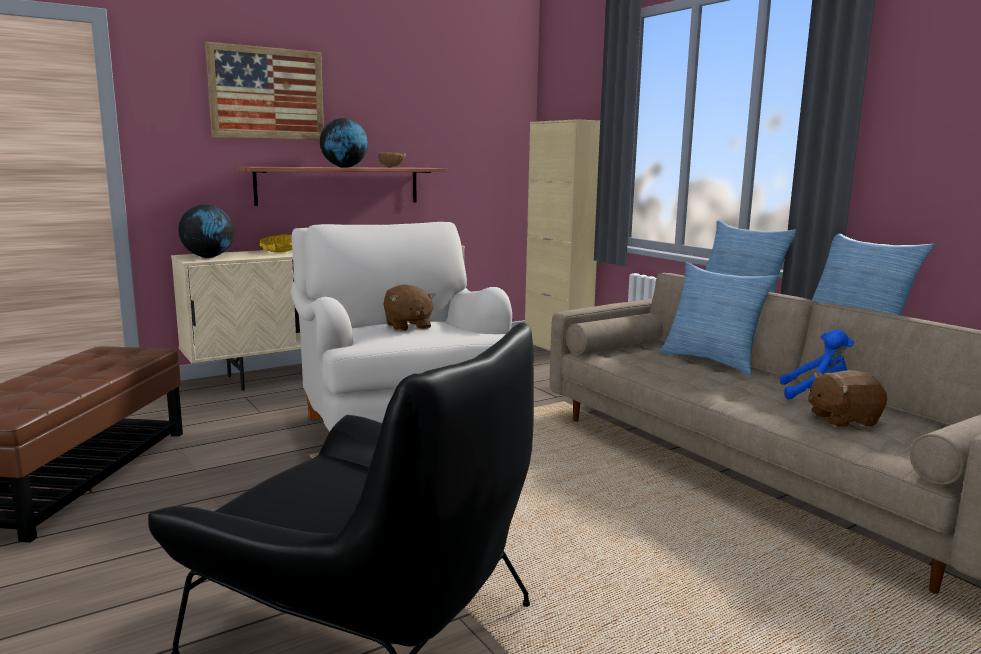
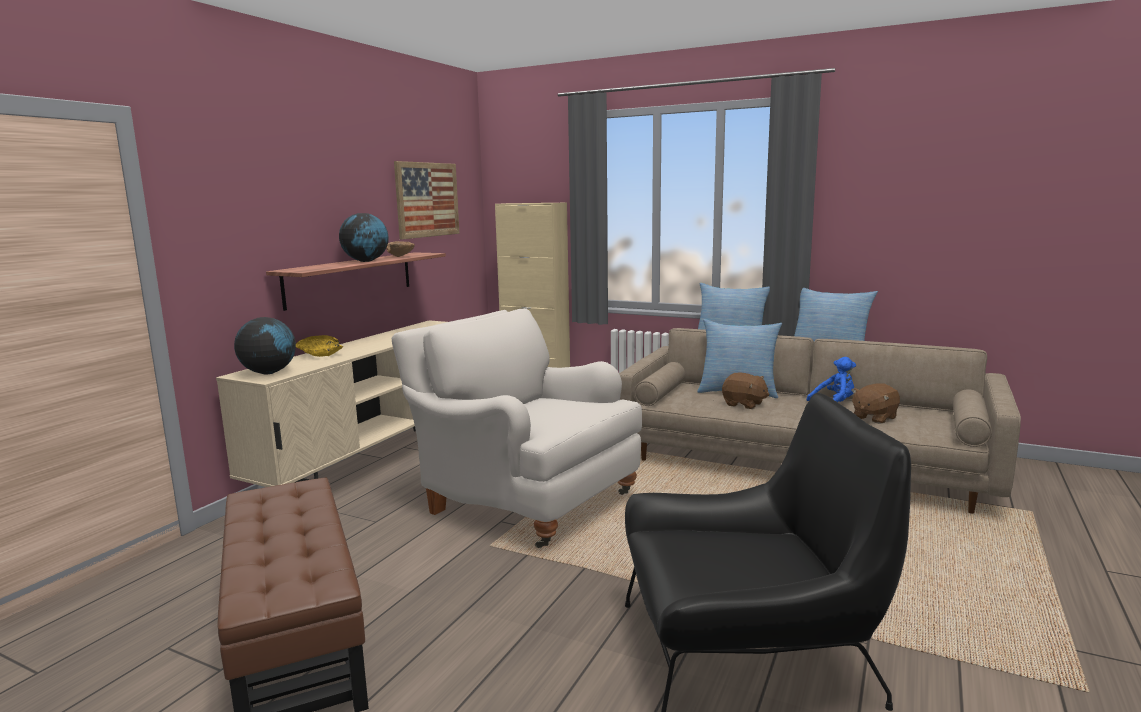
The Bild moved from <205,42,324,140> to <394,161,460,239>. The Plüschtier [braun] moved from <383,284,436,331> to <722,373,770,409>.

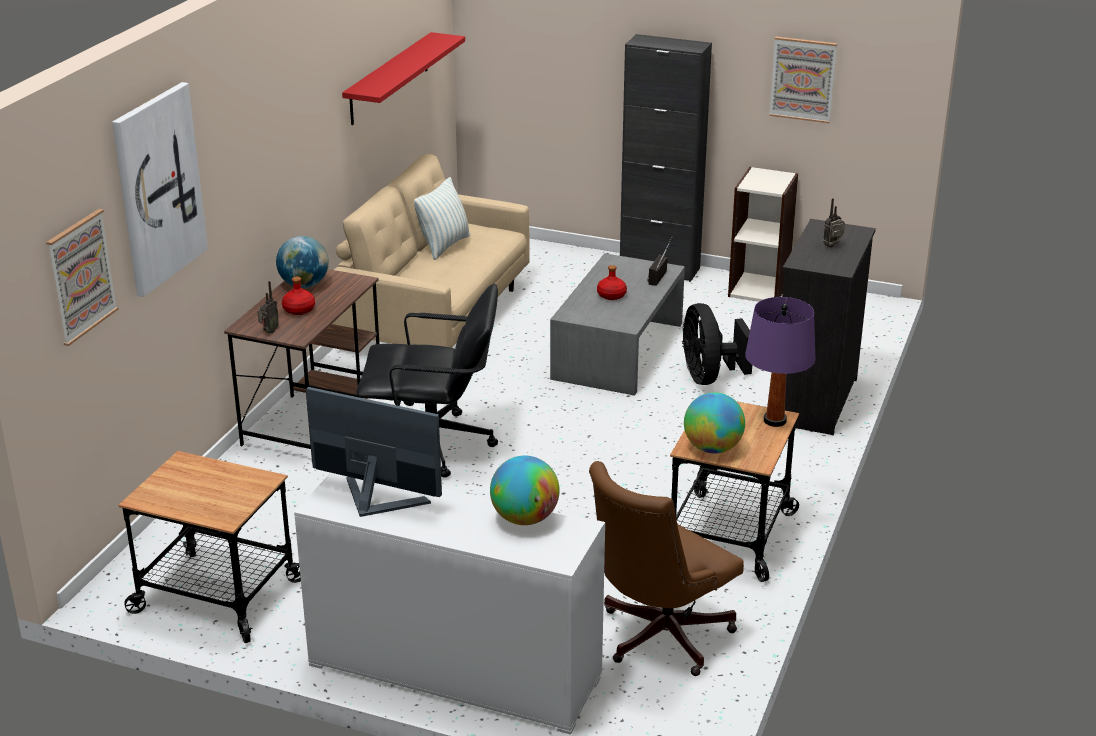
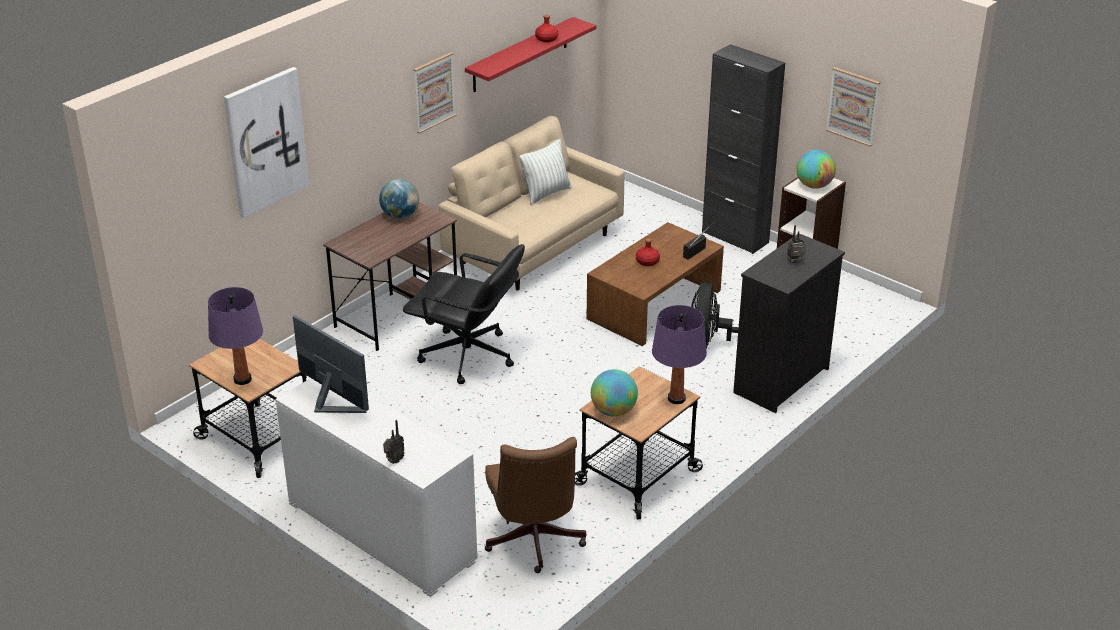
The Tischlampe [lila] at <208,287,263,385> appeared. The Bild moved from <46,209,118,346> to <413,52,456,134>. The Radio moved from <257,281,279,333> to <383,420,405,464>. The Flasche [rot] moved from <282,277,315,315> to <535,15,558,42>. The Globus moved from <490,456,560,525> to <796,150,836,189>. The Couchtisch [grau] at <550,253,685,396> became the Couchtisch [braun] at <587,222,724,346>. The Bürostuhl [braun] at <589,461,744,676> turned 75 degrees counterclockwise.

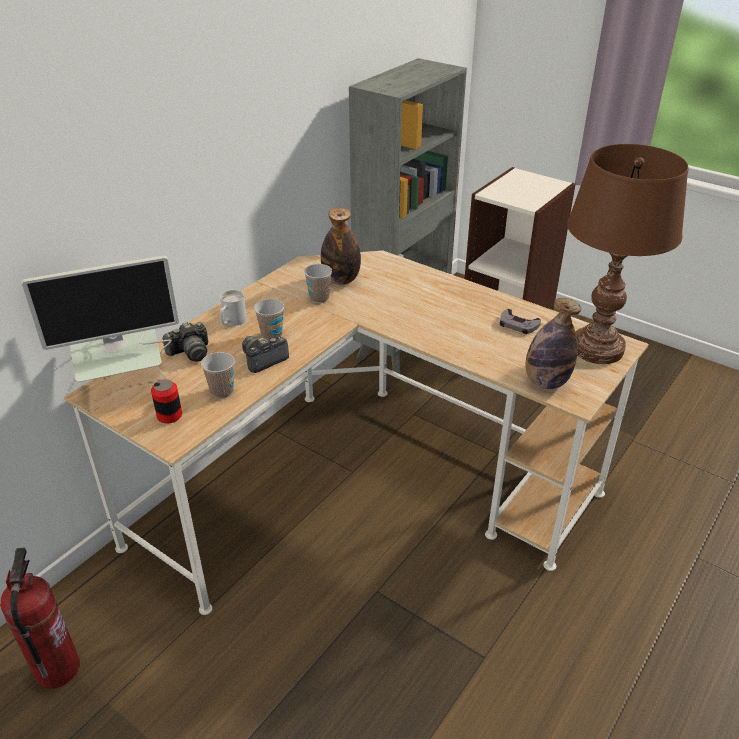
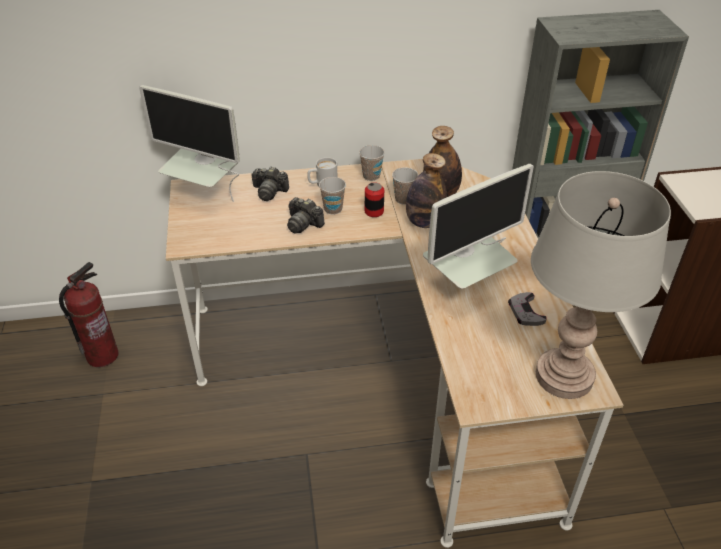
The Monitor at <423,164,534,289> appeared. The Dose moved from <151,379,182,424> to <365,183,384,217>. The Tasse moved from <201,352,235,399> to <359,145,385,181>. The Flasche moved from <525,298,581,389> to <406,153,447,228>. The Tischlampe [braun] at <567,144,689,364> became the Tischlampe [grau] at <531,171,671,399>. The Kamera at <242,336,289,373> turned 150 degrees counterclockwise.

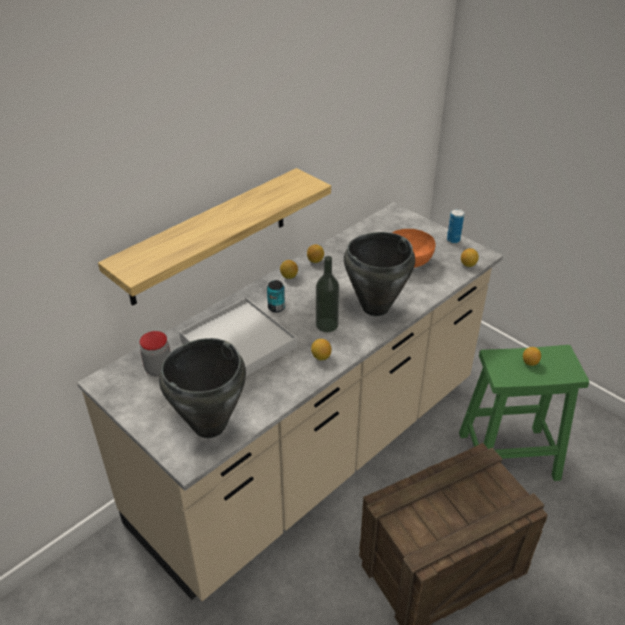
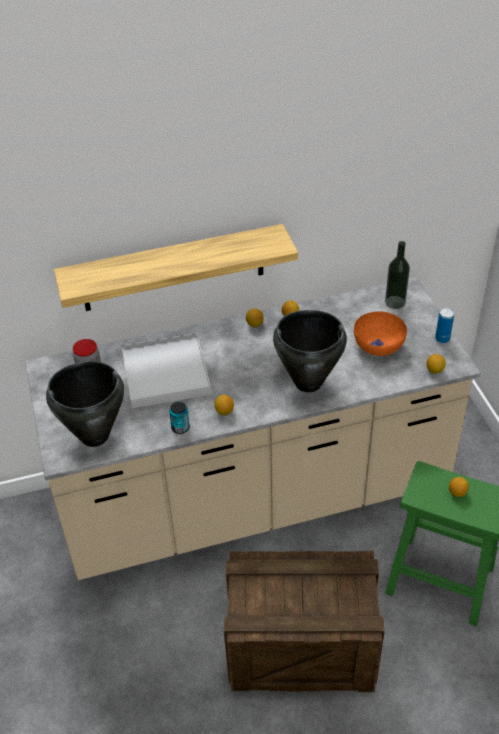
The Dose moved from <267,280,285,313> to <169,402,190,434>. The Flasche moved from <316,256,339,332> to <385,241,410,309>.

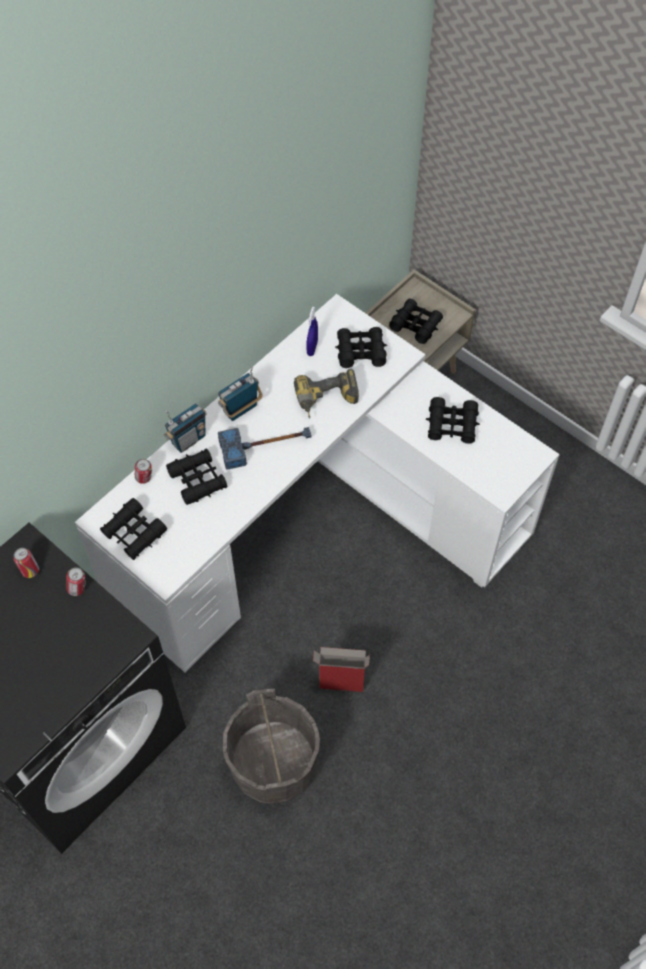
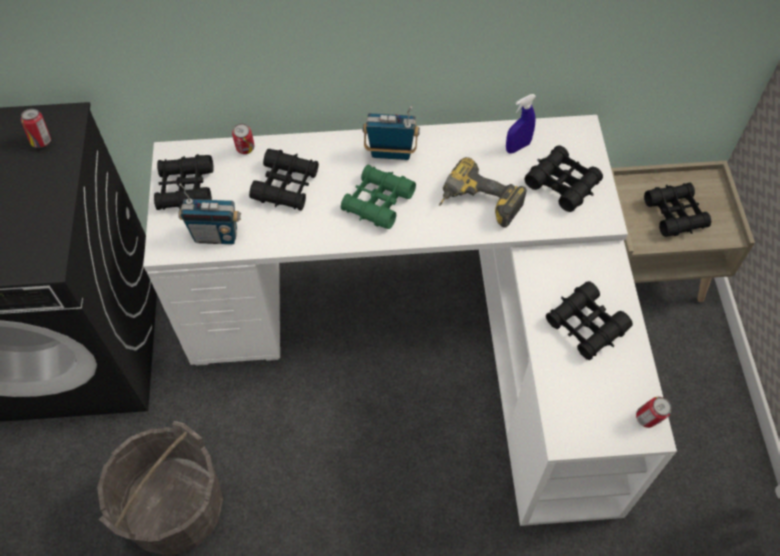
The Karton at <313,647,370,692> disappeared. The Dose moved from <66,567,86,596> to <636,397,671,428>. The Radio moved from <164,403,207,453> to <178,183,241,244>. The Hammer at <218,427,311,470> was replaced by the Fernglas [grün] at <341,165,416,229>.

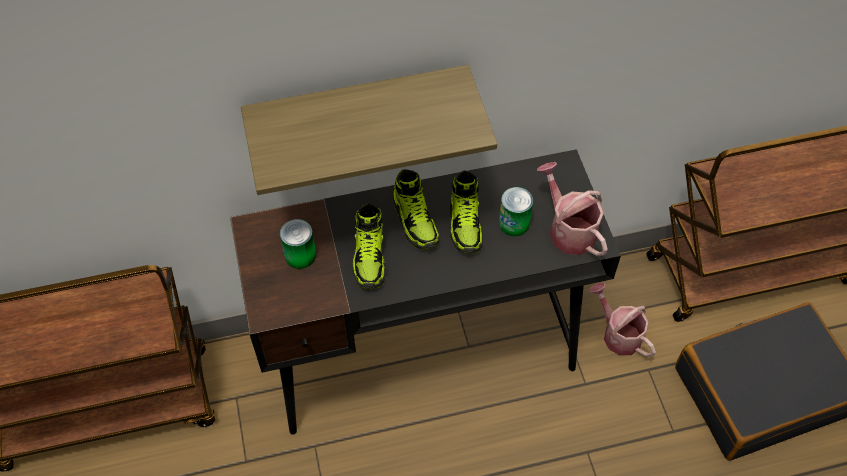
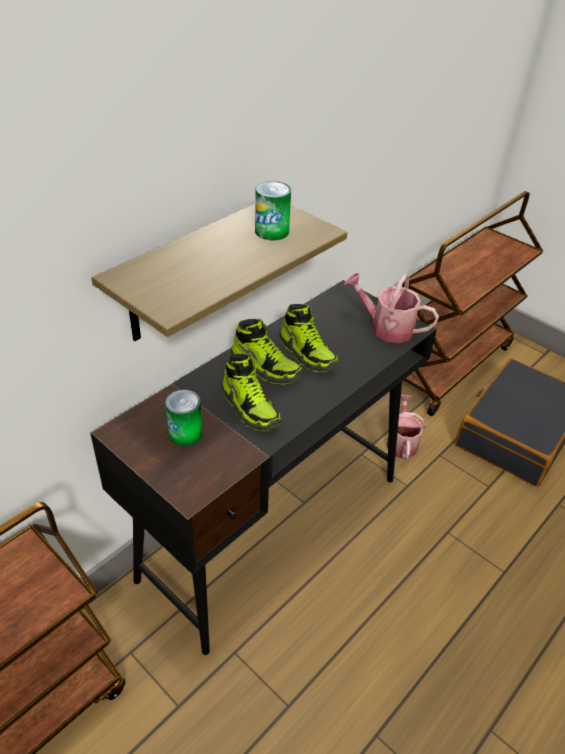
The Dose moved from <499,187,533,236> to <255,181,291,240>. The Gießkanne at <589,283,656,357> turned 75 degrees clockwise.

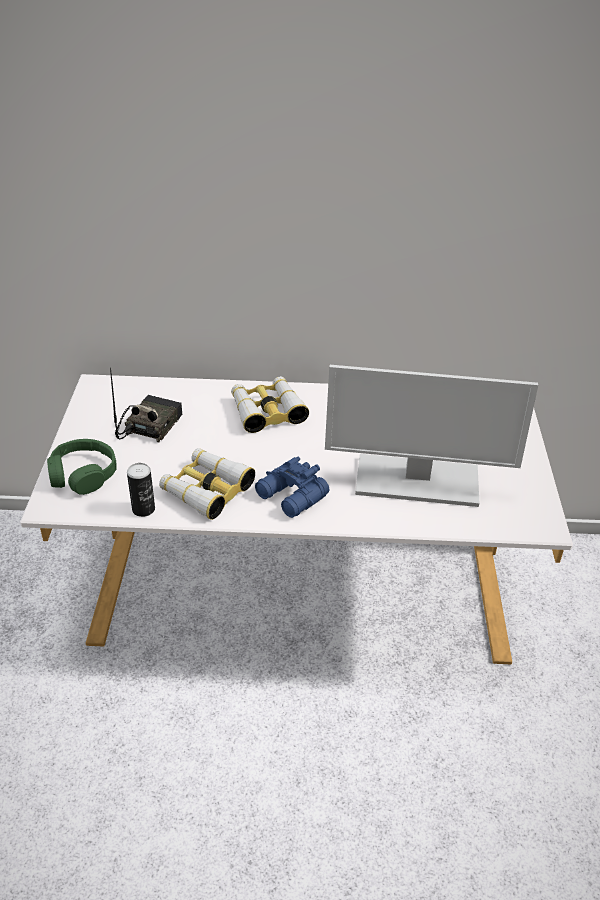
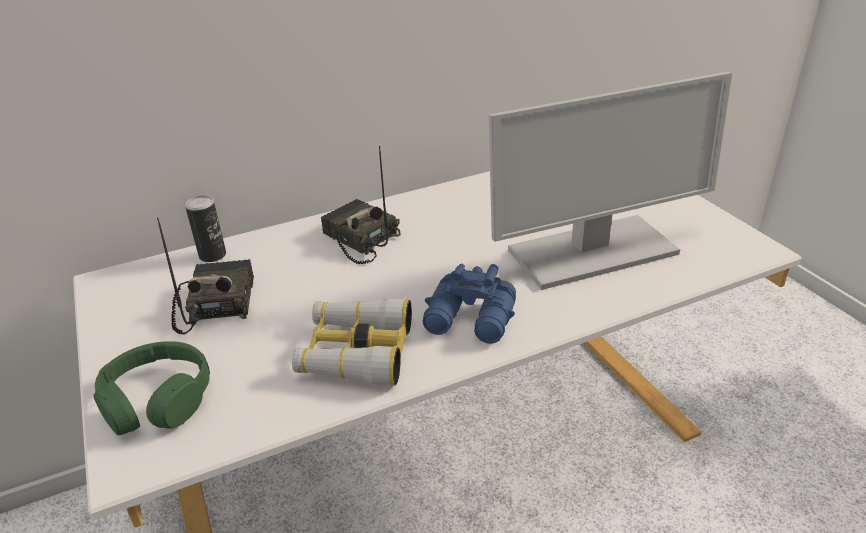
The Dose moved from <127,463,155,517> to <185,196,226,262>. The Fernglas at <231,376,309,433> was replaced by the Radio at <321,146,401,264>.

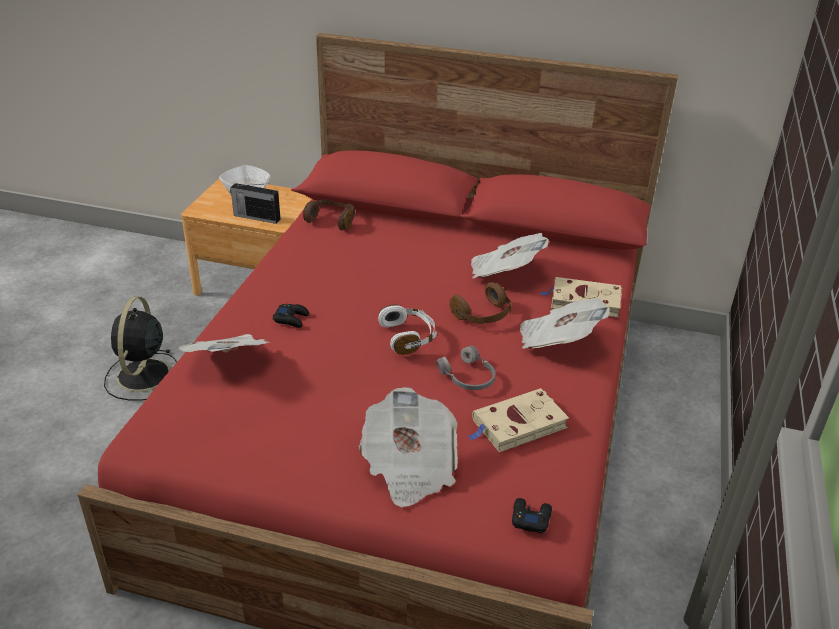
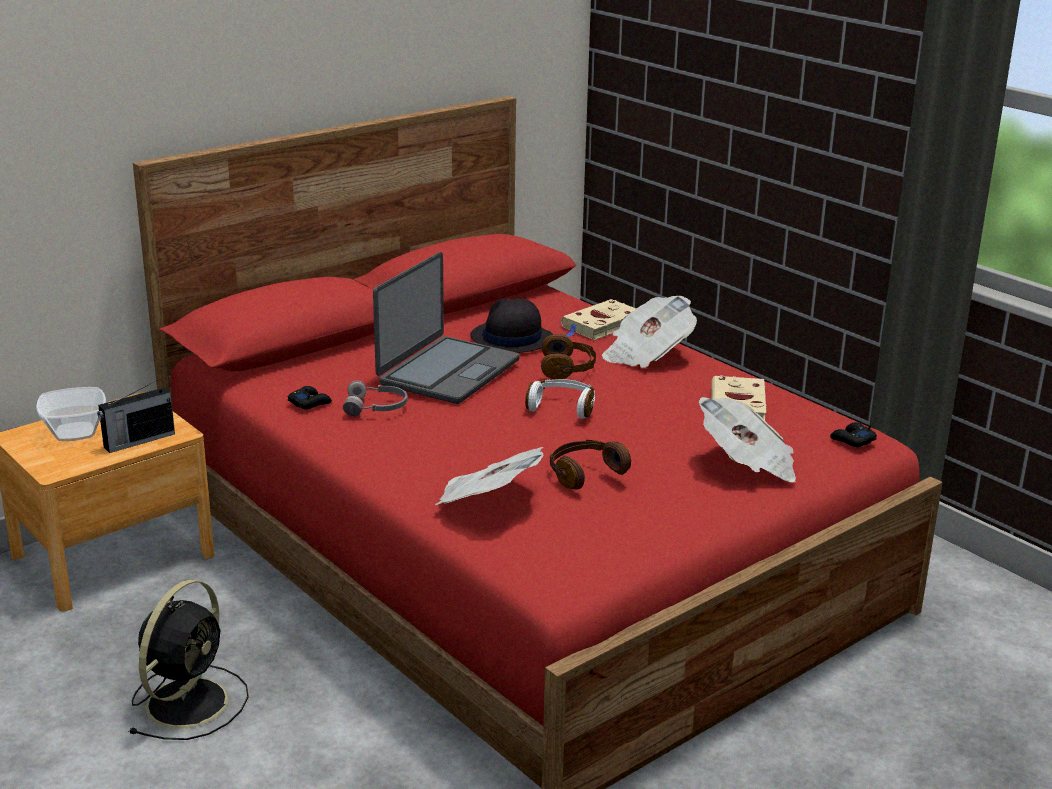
The Laptop at <373,252,520,404> appeared. The Gamepad [schwarz] moved from <273,304,309,328> to <288,386,332,409>. The Kopfhörer [braun] moved from <303,199,355,230> to <550,439,631,490>. The Kopfhörer [grau] moved from <436,346,495,390> to <343,380,407,416>. The Zeitung at <471,233,549,278> was replaced by the Hut [schwarz] at <470,298,553,353>. The Ventilator [schwarz] at <104,296,177,401> turned 105 degrees counterclockwise.

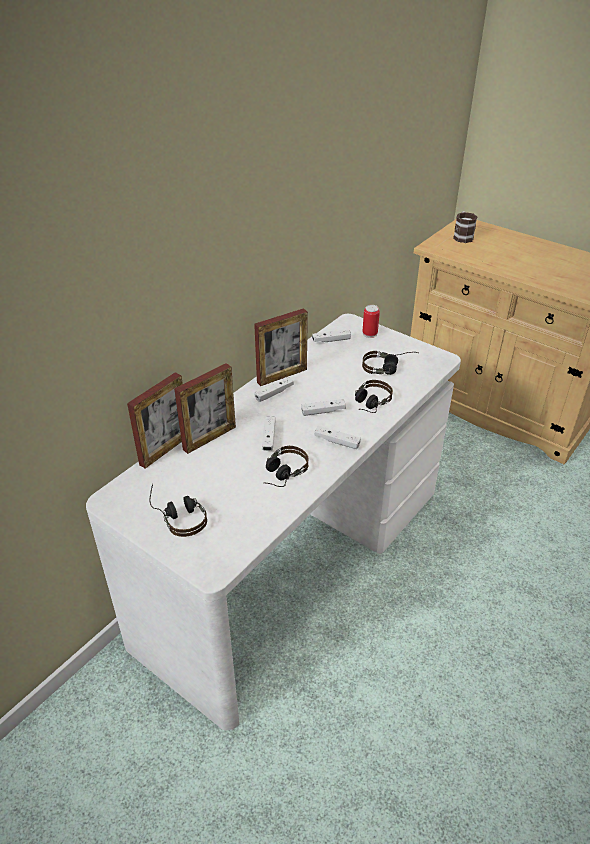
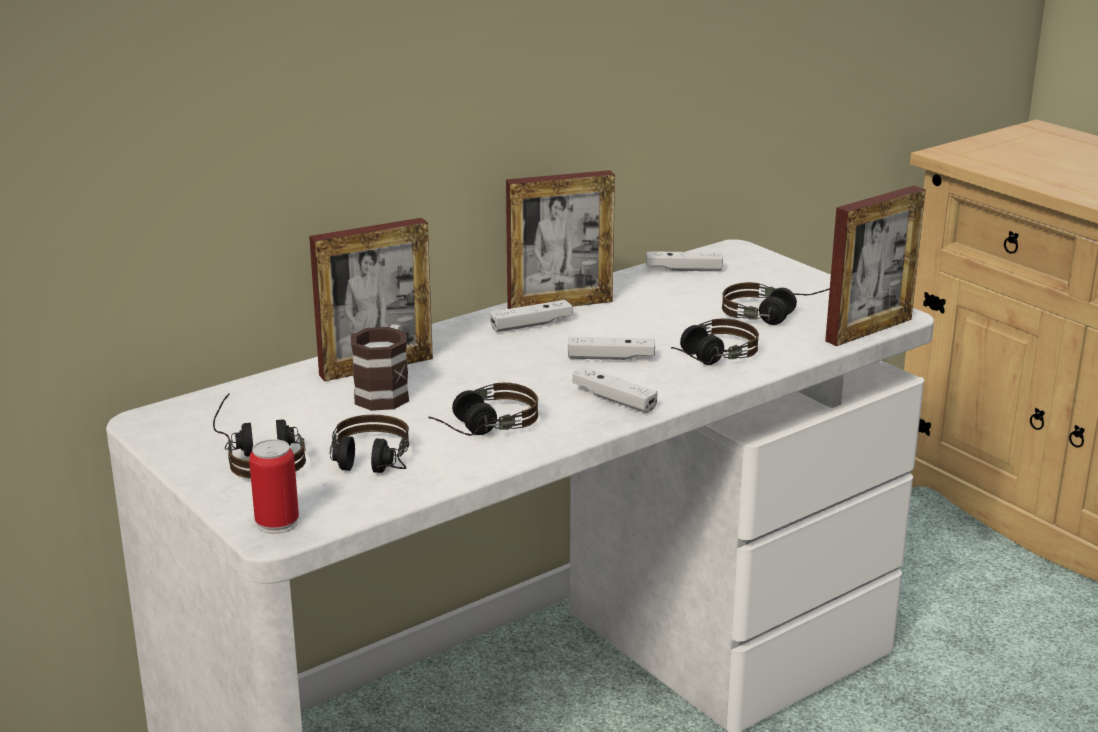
The Gamepad [weiß] at <262,417,276,451> disappeared. The Kopfhörer at <329,415,409,473> appeared. The Bilderrahmen moved from <127,372,183,469> to <825,186,926,346>. The Dose moved from <362,305,380,338> to <249,439,299,534>. The Henkelbecher moved from <453,211,477,243> to <351,325,409,411>.

